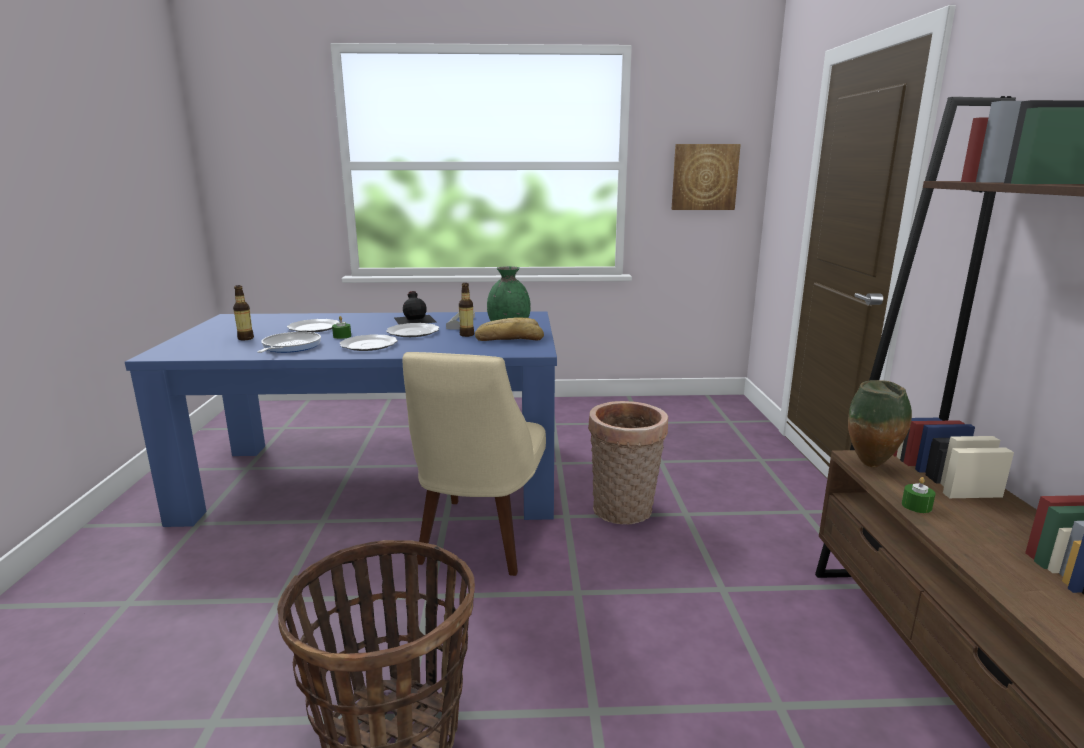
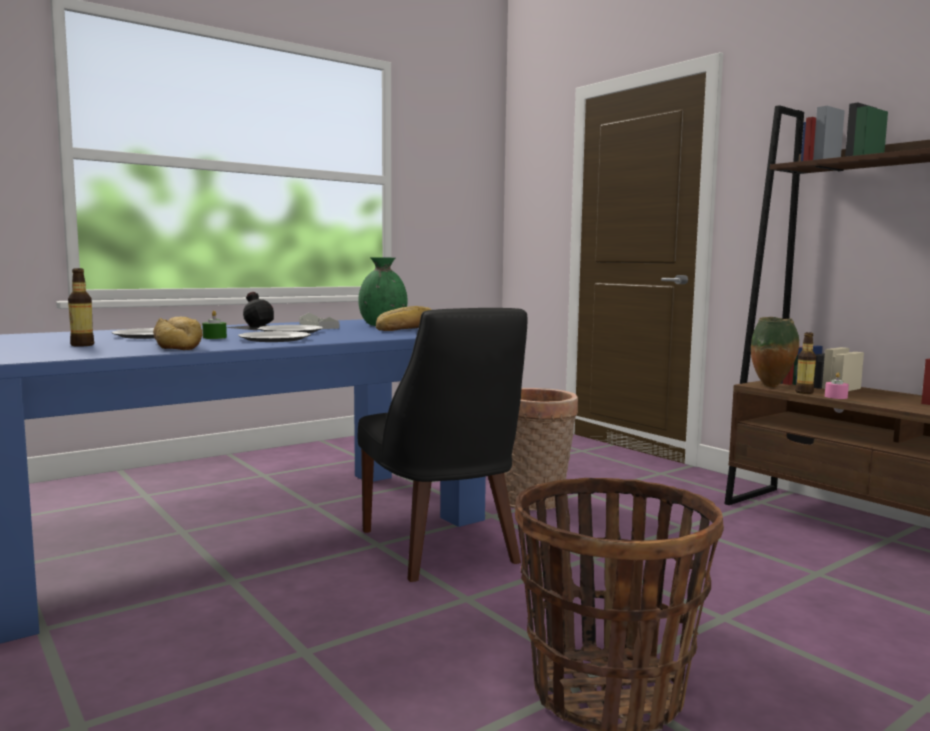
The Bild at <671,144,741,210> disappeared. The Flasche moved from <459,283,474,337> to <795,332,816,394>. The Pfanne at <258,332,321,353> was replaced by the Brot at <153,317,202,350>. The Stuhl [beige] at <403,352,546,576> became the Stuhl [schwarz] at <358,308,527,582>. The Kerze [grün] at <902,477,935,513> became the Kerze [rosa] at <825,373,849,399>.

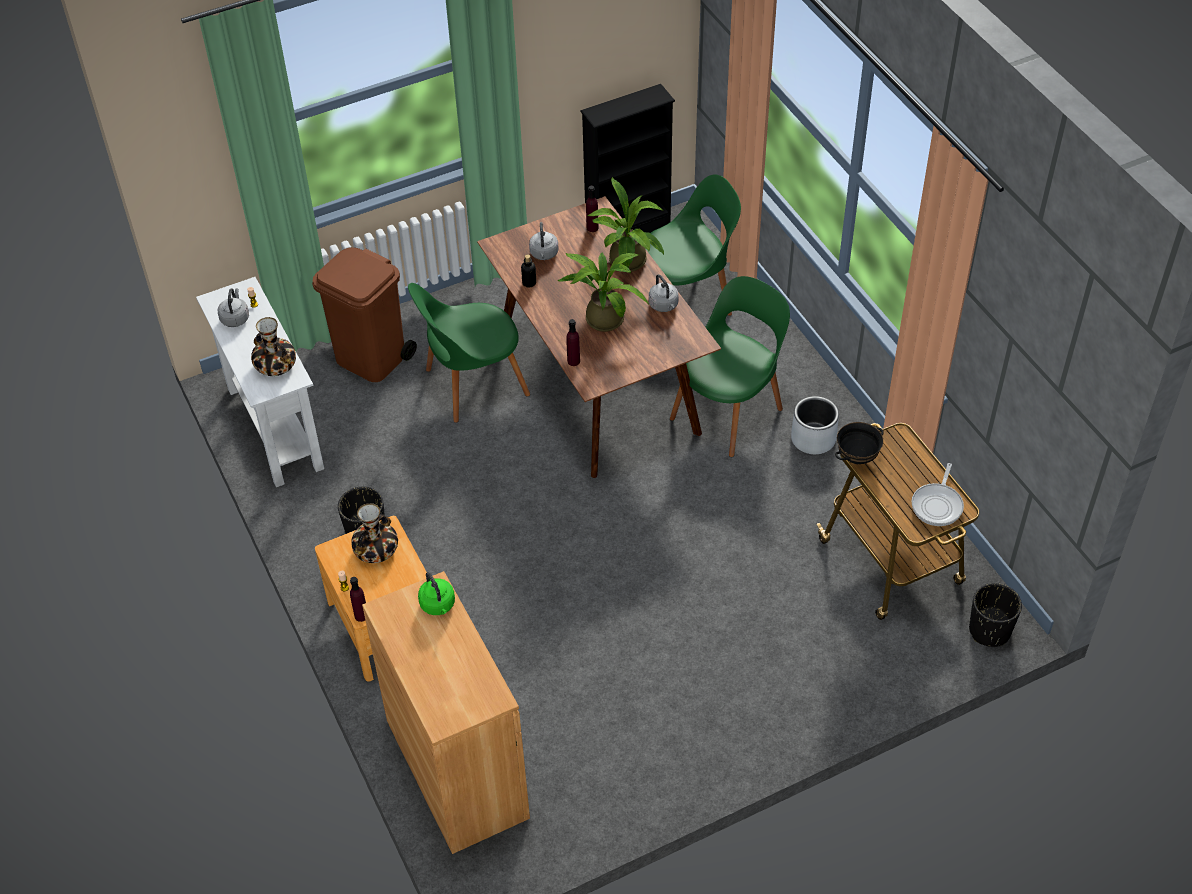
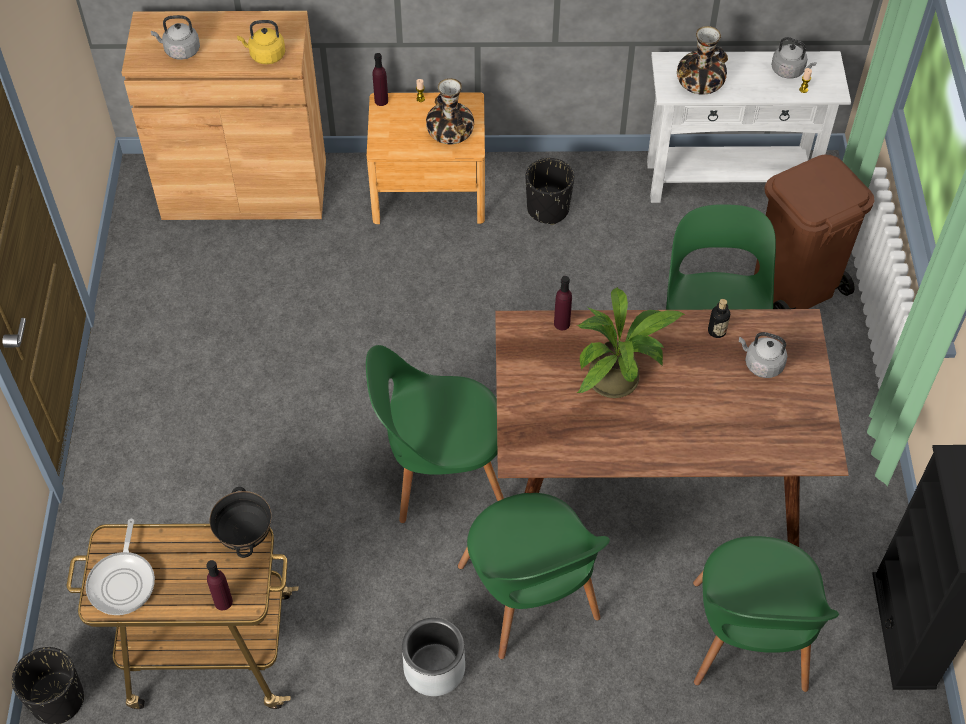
The Topfpflanze at <588,177,664,272> disappeared. The Stuhl [grün] at <366,345,504,523> appeared. The Flasche [lila] moved from <586,186,599,232> to <206,560,233,610>. The Wasserkessel [grau] moved from <649,274,679,312> to <151,15,200,60>. The Wasserkessel [grün] at <418,572,455,615> became the Wasserkessel [gelb] at <237,20,285,64>. The Pfanne at <912,463,964,526> turned 135 degrees counterclockwise.

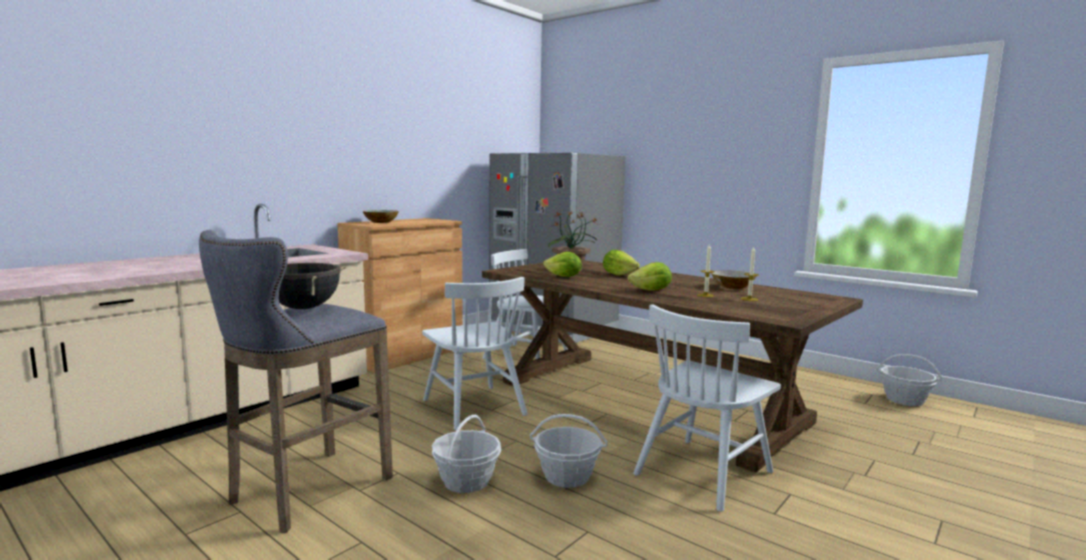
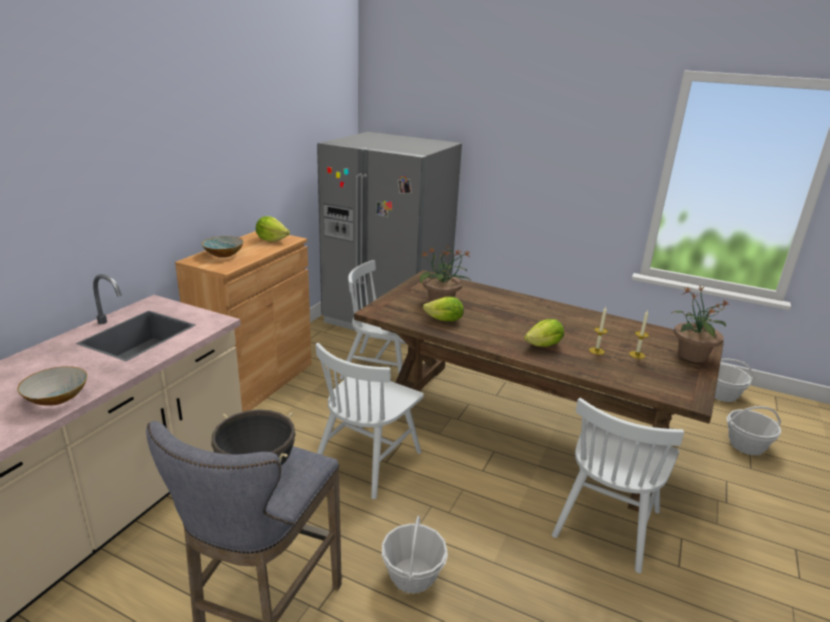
The Topfpflanze at <672,284,729,362> appeared. The Korb moved from <530,414,608,488> to <727,406,782,455>. The Salatkopf moved from <603,250,640,276> to <256,216,290,242>. The Schüssel moved from <711,270,756,289> to <17,366,88,406>. The Stuhl [weiß] at <422,277,527,430> turned 75 degrees clockwise.

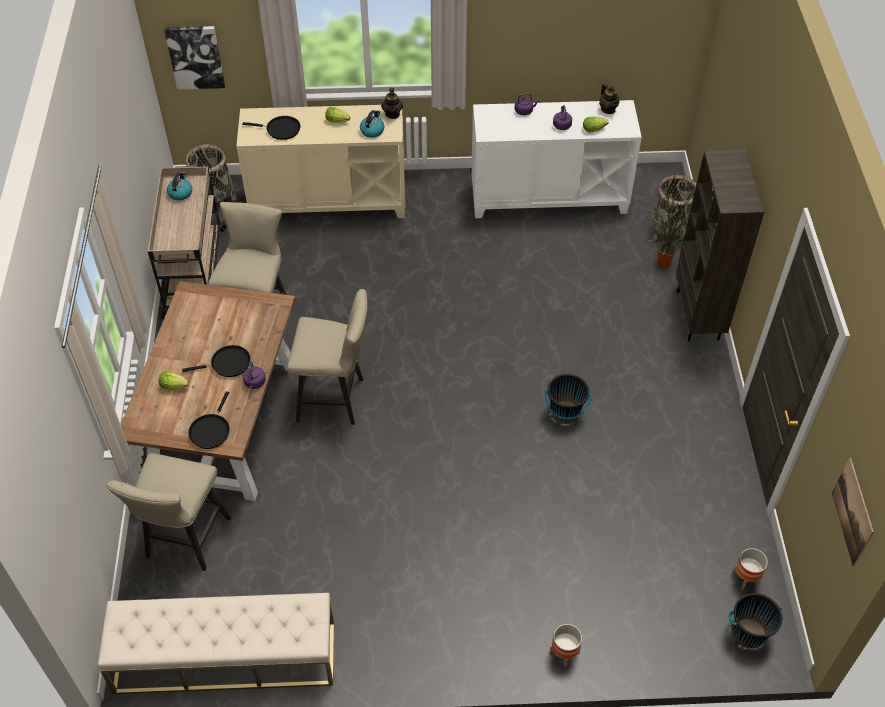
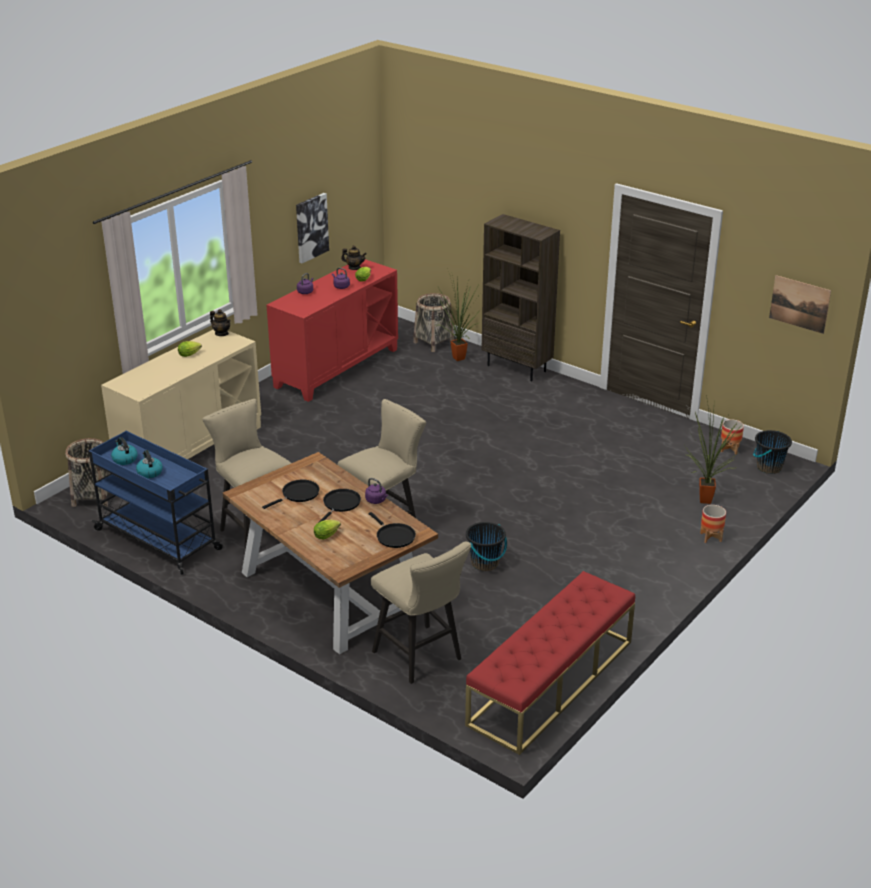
The Topfpflanze at <685,395,742,504> appeared. The Bild moved from <164,26,225,90> to <296,193,329,263>. The Pfanne [schwarz] moved from <242,116,301,140> to <262,480,320,509>. The Wasserkessel moved from <360,110,385,138> to <136,450,163,478>. The Eimer [schwarz] moved from <545,374,592,424> to <466,522,507,571>. The Bank [beige] at <98,593,334,694> became the Bank [rot] at <465,571,635,755>. The Rollwagen [beige] at <148,166,226,319> became the Rollwagen [blau] at <89,431,223,575>. The Schrank [weiß] at <471,100,642,218> became the Schrank [rot] at <267,259,398,402>.

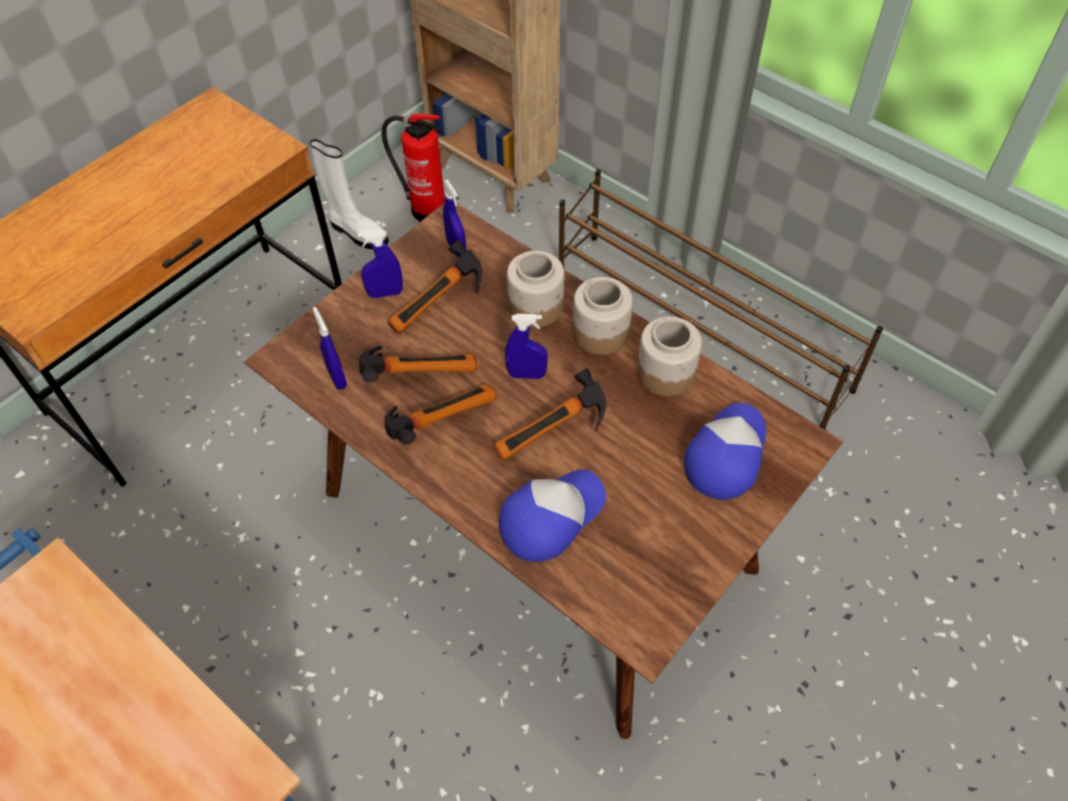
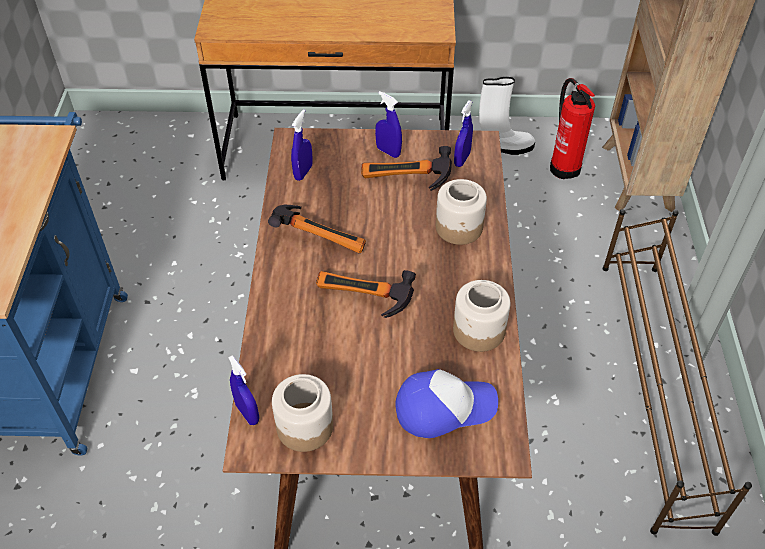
The Hammer at <359,346,477,382> disappeared. The Kappe at <499,469,606,562> disappeared. The Sprühflasche [blau] moved from <505,314,548,379> to <228,355,259,425>. The Vorratsglas moved from <573,277,633,355> to <272,374,333,452>. The Stiefel [weiß] at <310,139,389,250> turned 90 degrees counterclockwise.

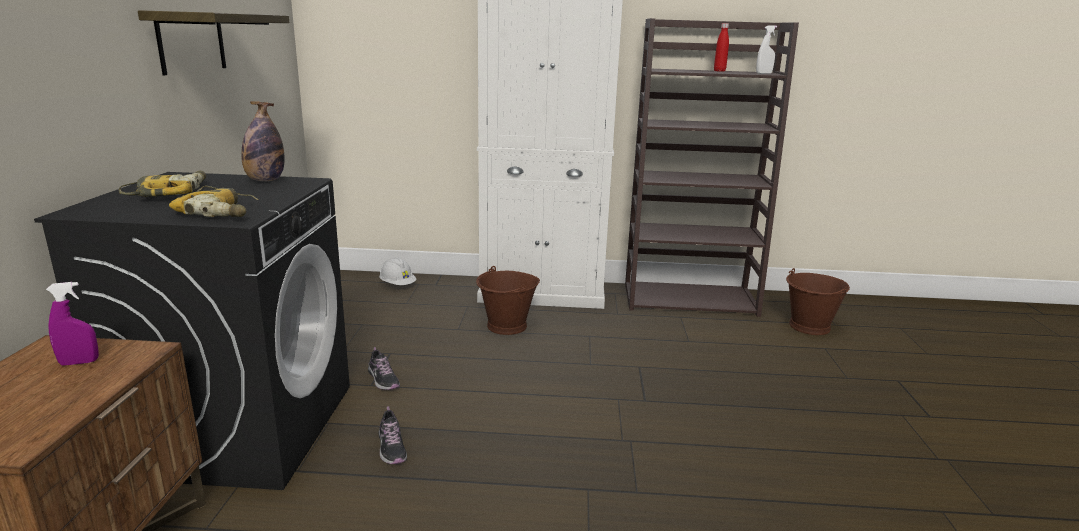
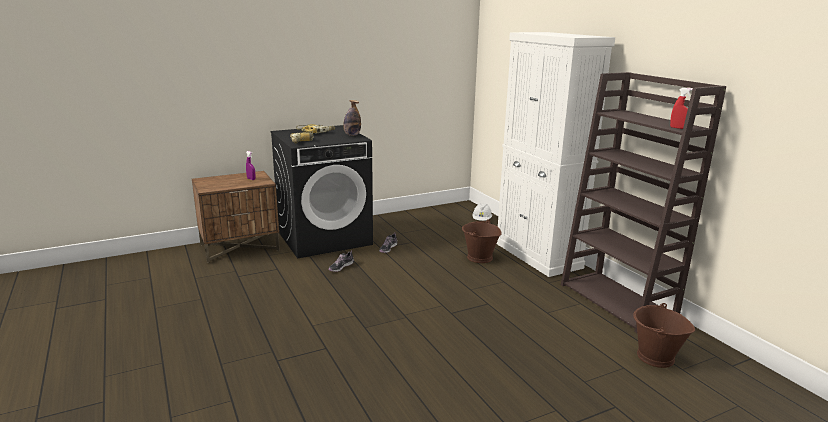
The Wandregal at <138,10,290,75> disappeared. The Flasche [rot] at <714,23,729,72> disappeared. The Sprühflasche [weiß] at <756,25,777,74> became the Sprühflasche [rot] at <670,88,693,129>.

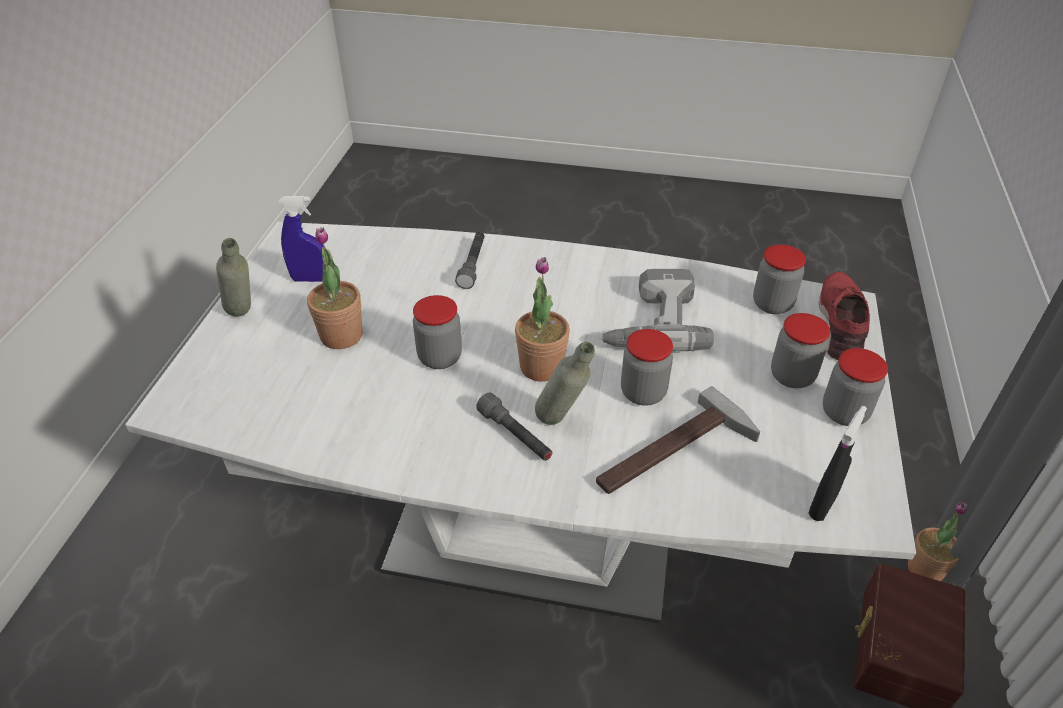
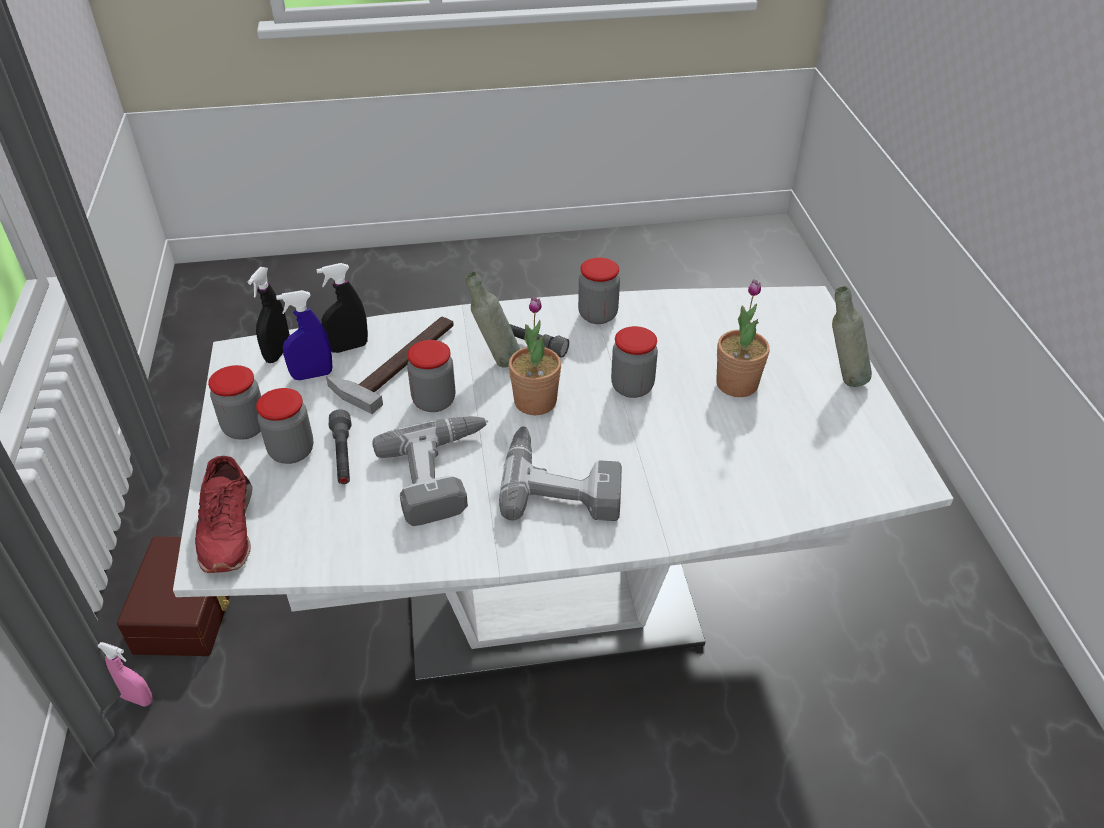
The Sprühflasche [schwarz] at <317,263,368,353> appeared. The Bohrmaschine at <499,426,622,521> appeared. The Sprühflasche [blau] moved from <278,196,325,282> to <276,290,332,380>. The Taschenlampe [grau] moved from <455,232,485,289> to <329,409,352,484>. The Vorratsglas moved from <753,245,806,314> to <578,258,620,324>. The Topfpflanze at <908,502,967,581> was replaced by the Sprühflasche [rosa] at <98,642,153,707>.

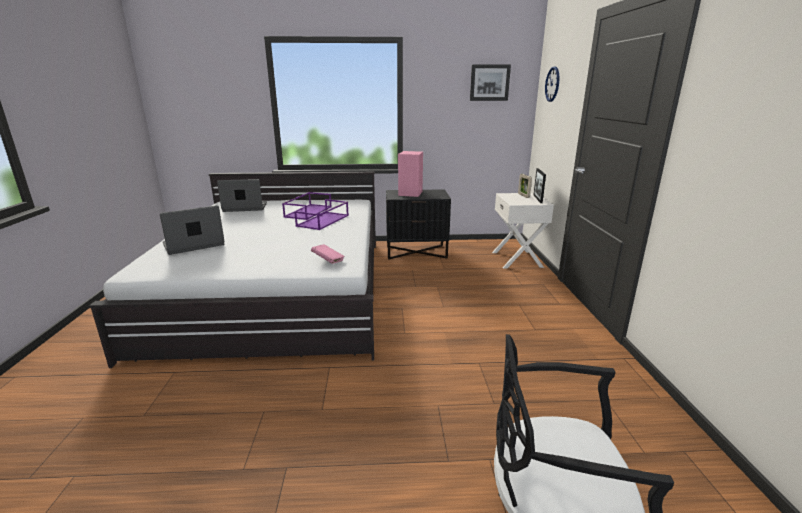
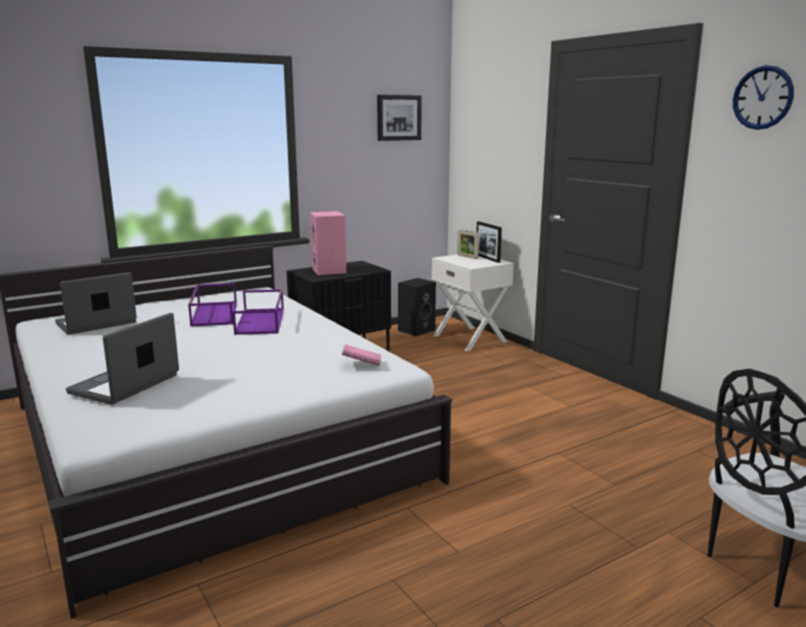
The Lautsprecher [schwarz] at <398,278,436,336> appeared. The Wanduhr moved from <545,66,560,102> to <733,65,794,130>.

